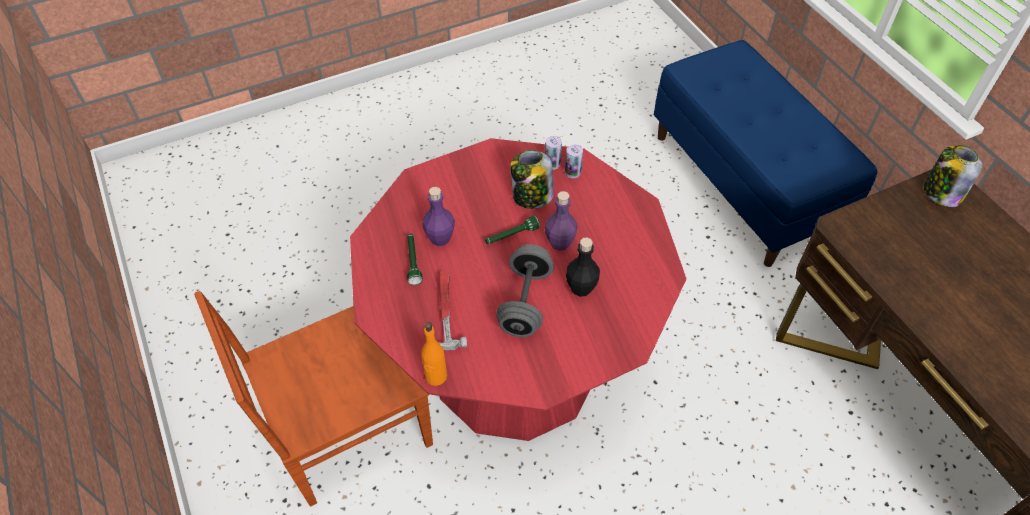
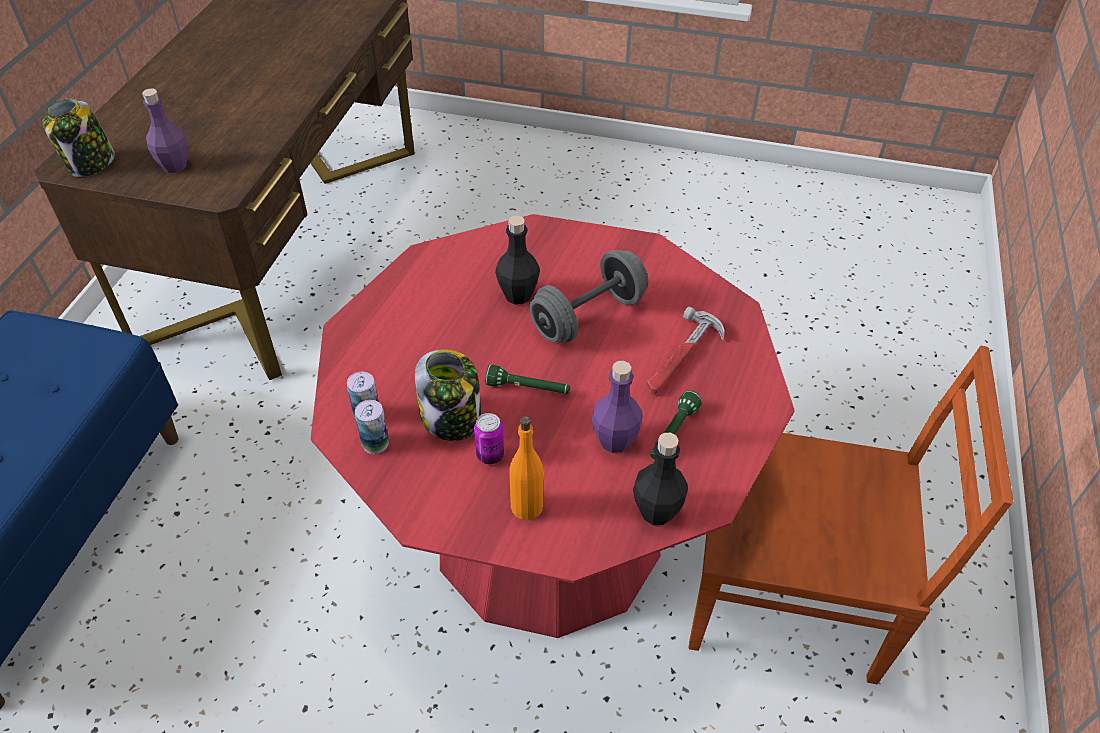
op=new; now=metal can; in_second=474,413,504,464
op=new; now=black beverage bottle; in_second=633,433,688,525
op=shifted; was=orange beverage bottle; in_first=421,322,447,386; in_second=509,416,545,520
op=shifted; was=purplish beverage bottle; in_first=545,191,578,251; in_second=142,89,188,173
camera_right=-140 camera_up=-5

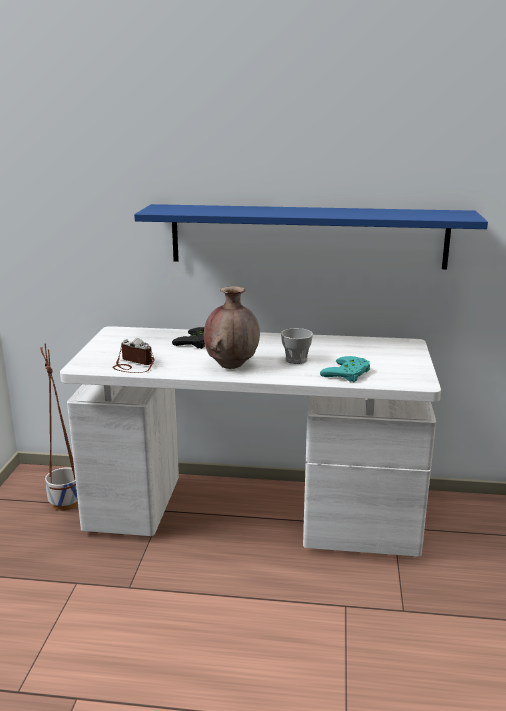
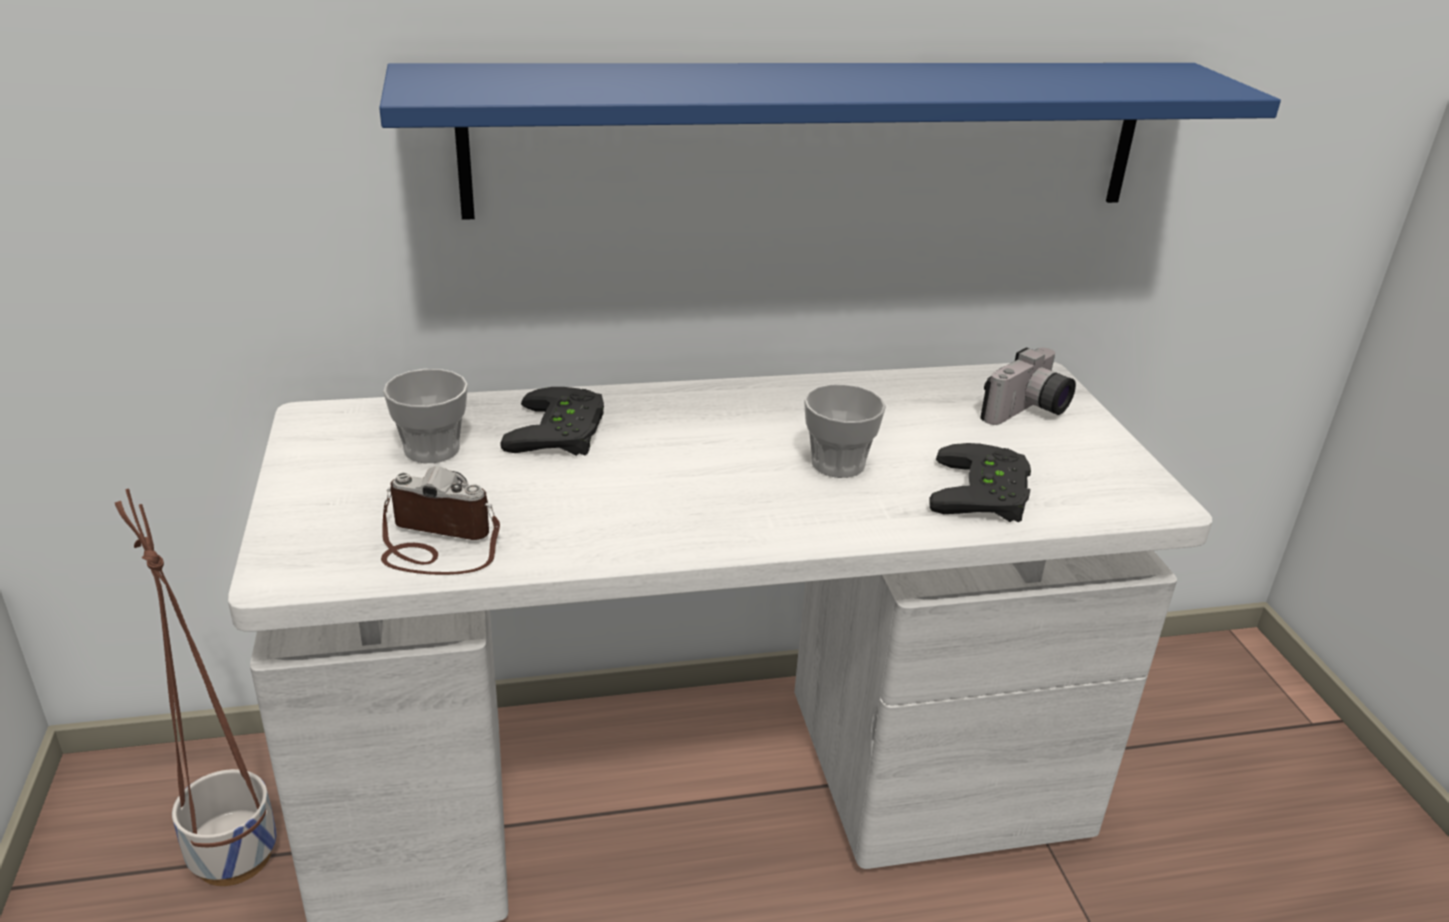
op=gone; was=brown-coloured vase; in_first=204,286,260,369
op=new; now=drinking cup; in_second=383,369,468,463
op=new; now=still camera; in_second=980,347,1076,425
op=repainted; was=blue-green gamepad; now=black gamepad; in_first=320,356,370,382; in_second=929,443,1031,522
camera_right=-20 camera_up=10

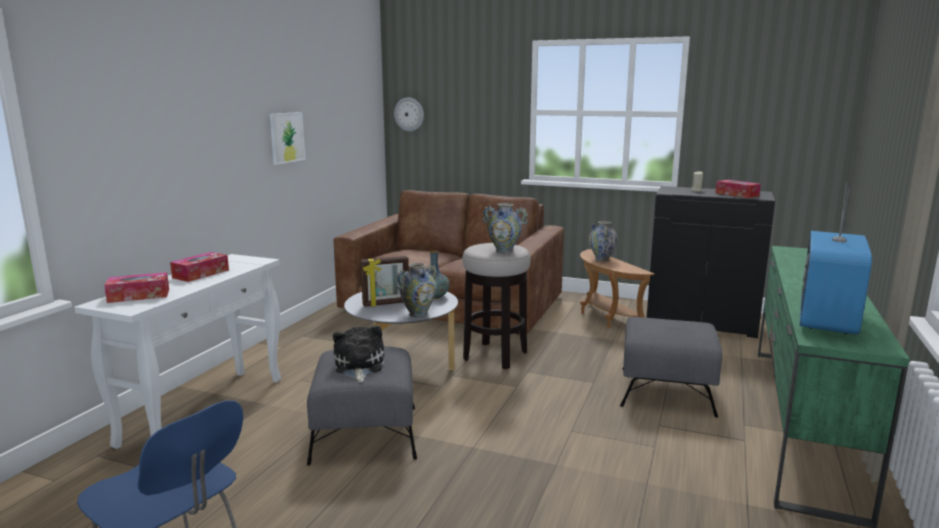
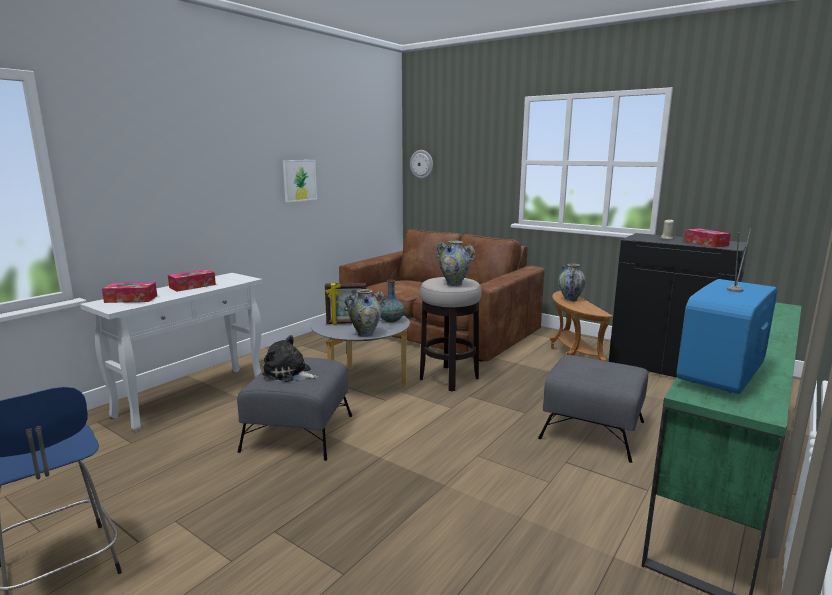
op=rotated; was=plush toy; in_first=333,325,384,382; in_second=262,335,318,382; clockwise=-75
camera_right=15 camera_up=0

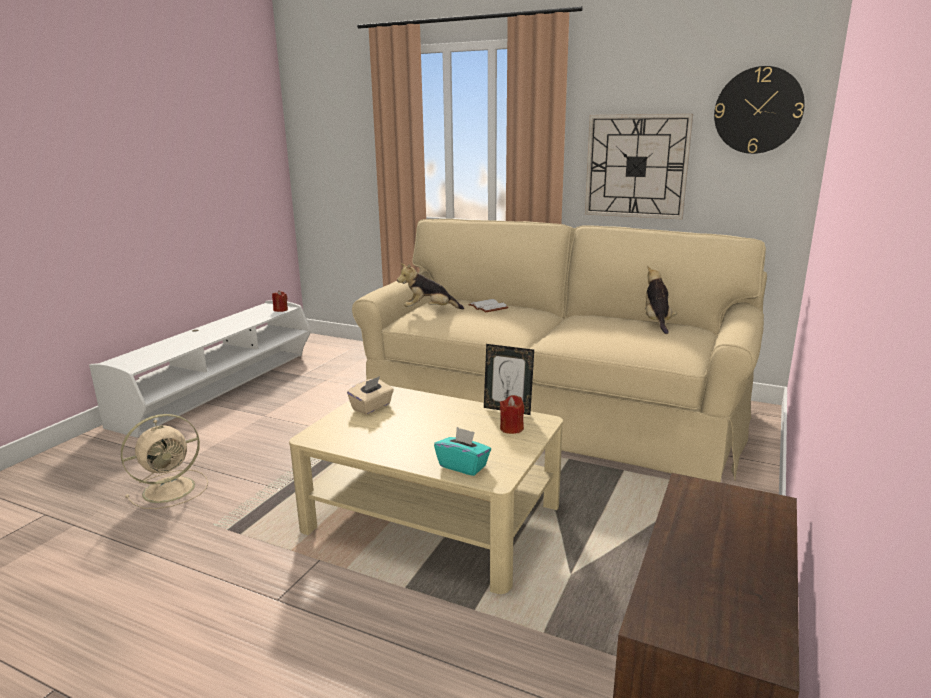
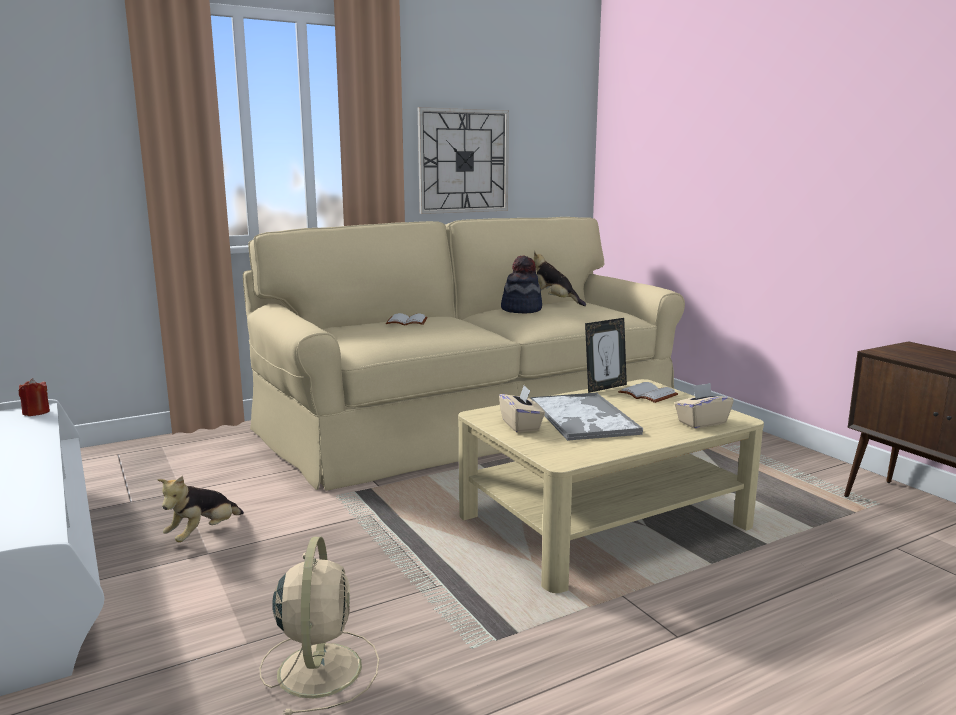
op=gone; was=wall clock; in_first=714,66,805,154
op=new; now=clothing hat; in_second=501,256,542,313
op=new; now=serving tray; in_second=531,392,643,441
op=shifted; was=plush toy; in_first=397,263,464,309; in_second=157,476,244,542
op=swapped; was=reddish wax candle; now=whitish volume; in_first=500,395,524,434; in_second=618,382,678,403
op=repainted; was=blue-green tissue holder; now=beige tissue holder; in_first=434,427,491,476; in_second=674,383,734,429
camera_right=-55 camera_up=-5

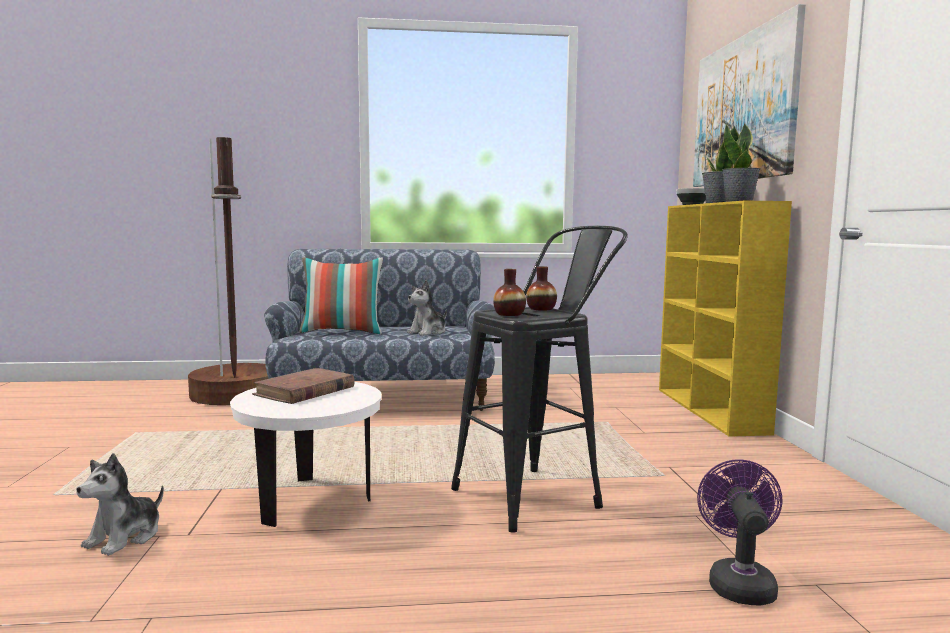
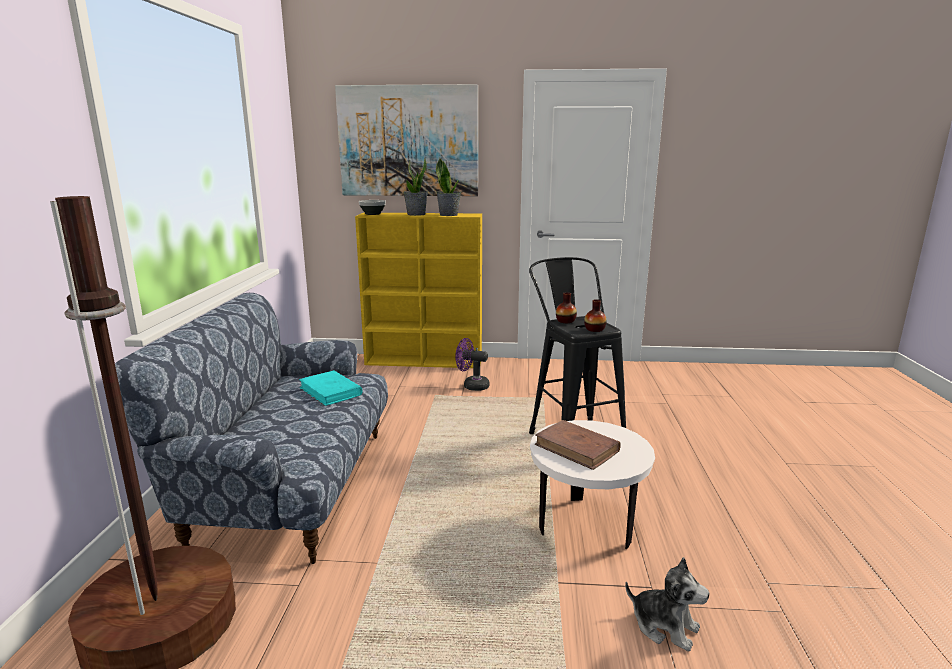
op=gone; was=pillow; in_first=300,257,383,334
op=shifted; was=purplish fan; in_first=697,459,782,606; in_second=455,338,489,391
op=swapped; was=plush toy; now=blue-green volume; in_first=407,280,447,336; in_second=299,370,363,406
camera_right=-80 camera_up=10

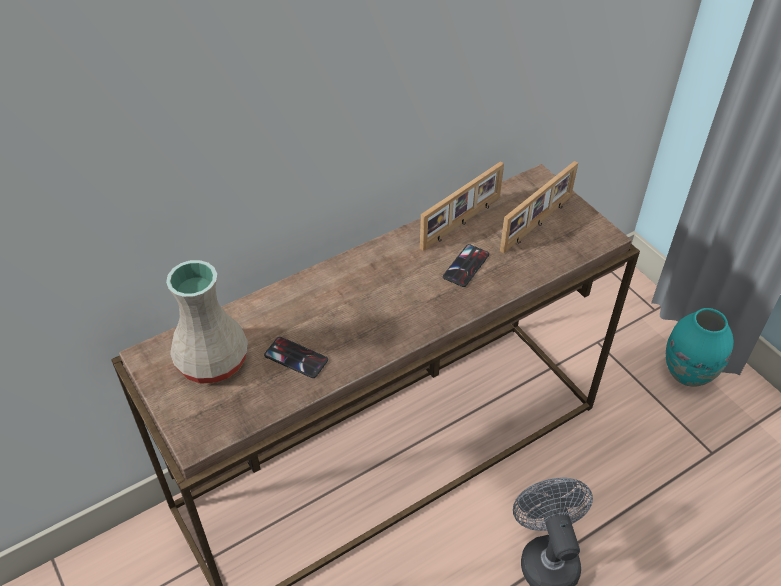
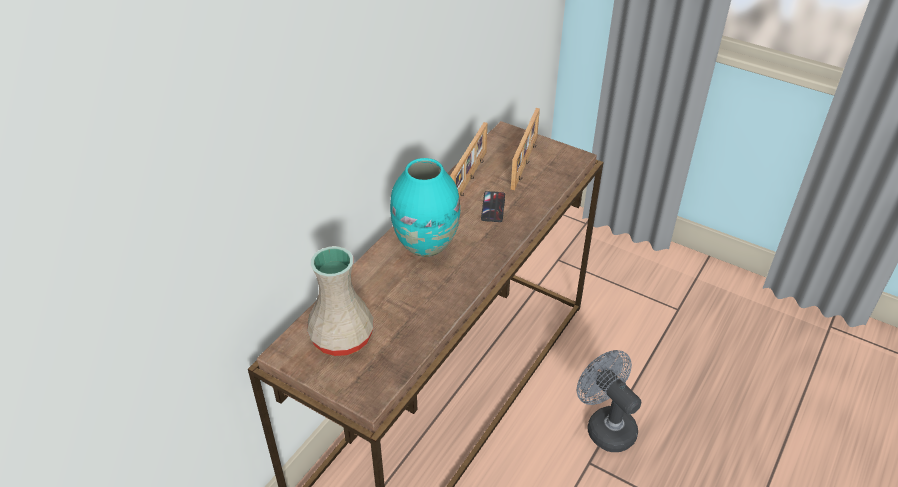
op=gone; was=phone; in_first=264,337,328,378
op=shifted; was=blue-green vase; in_first=666,308,734,387; in_second=390,158,460,257
camera_right=-25 camera_up=-5

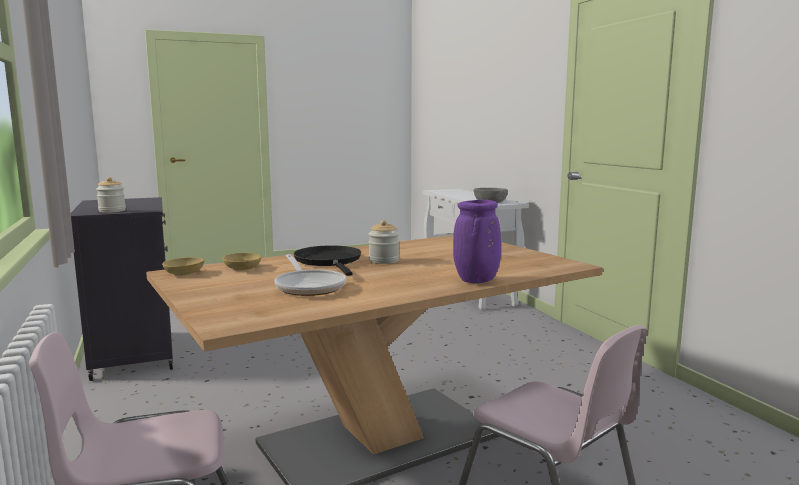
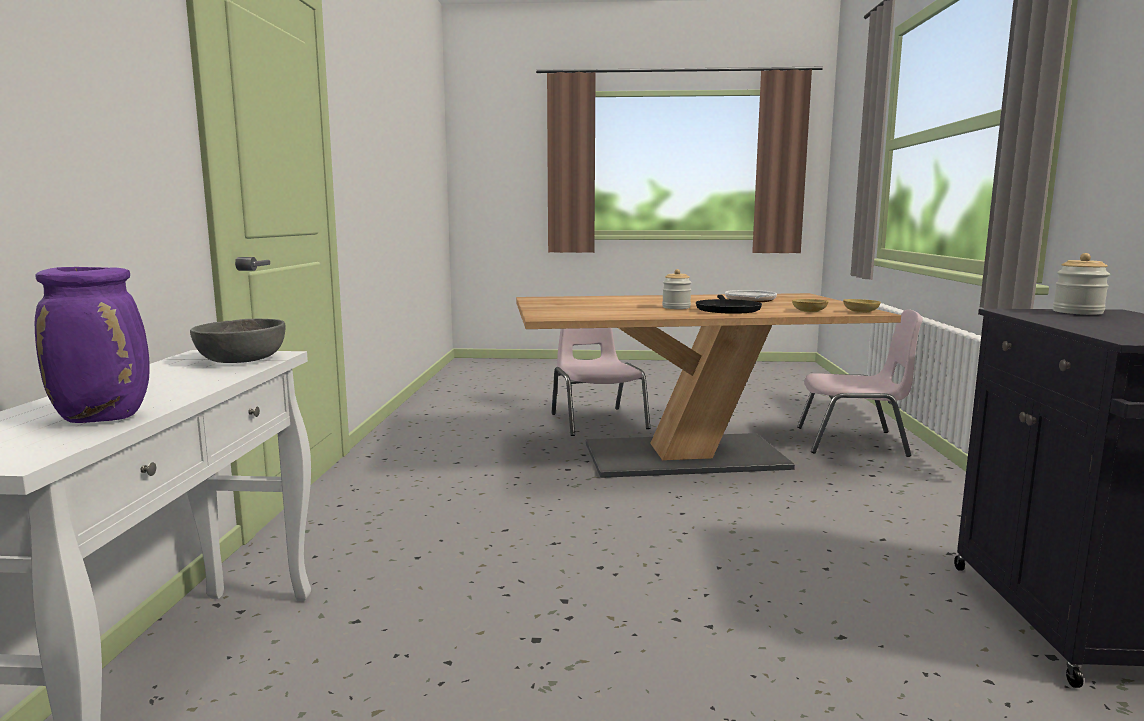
op=shifted; was=purplish vase; in_first=453,199,501,283; in_second=35,267,150,423
camera_right=-155 camera_up=0

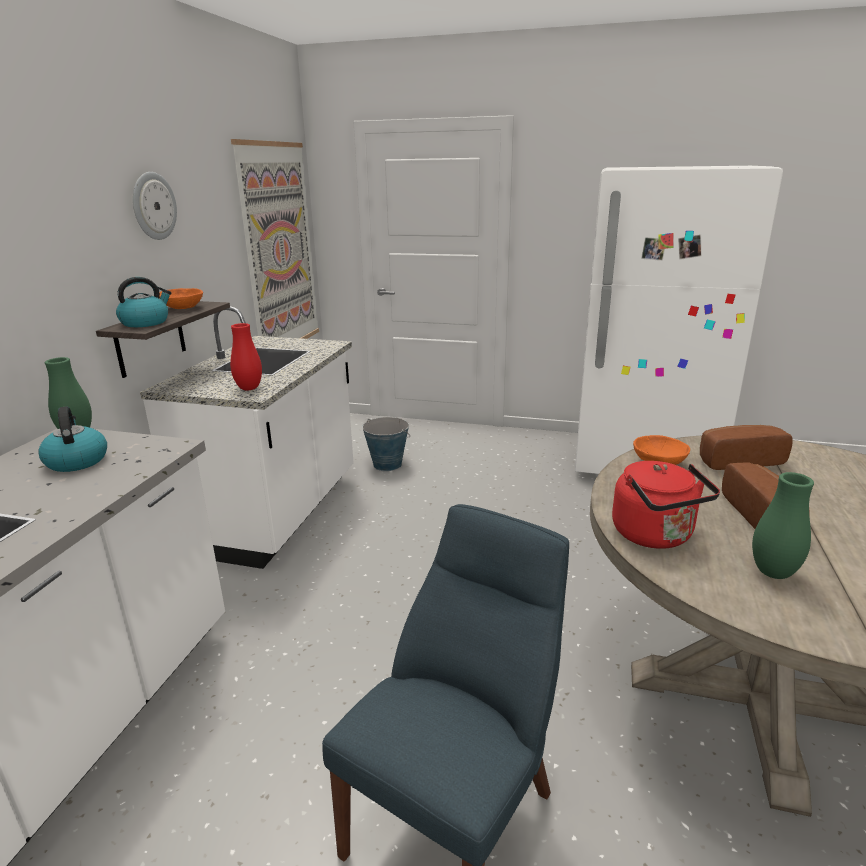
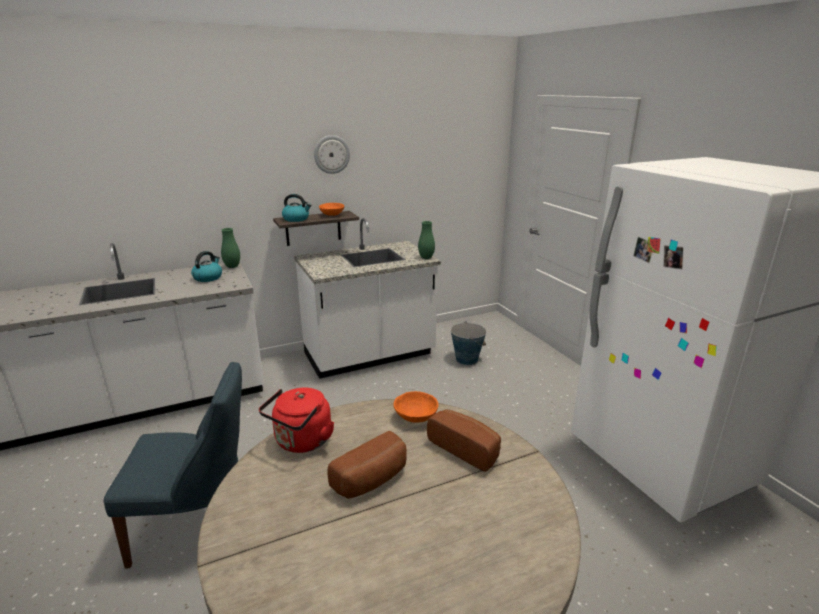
op=gone; was=reddish vase; in_first=230,323,262,391
op=gone; was=picture; in_first=231,139,319,339
op=shifted; was=greenish vase; in_first=752,472,814,579; in_second=418,221,435,259
camera_right=50 camera_up=0

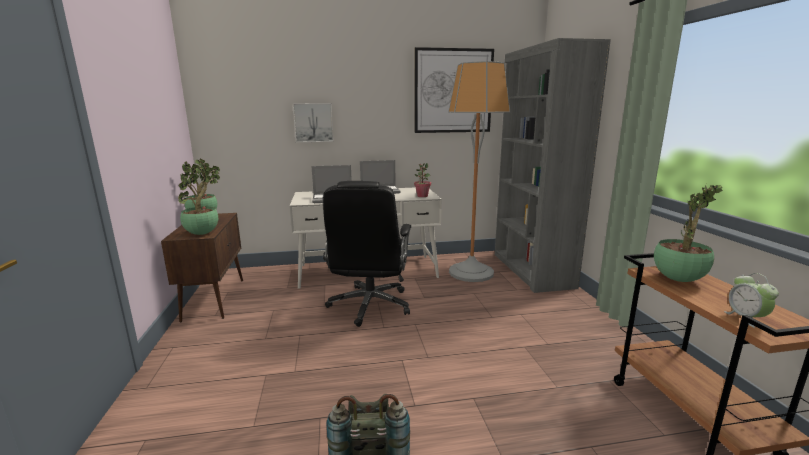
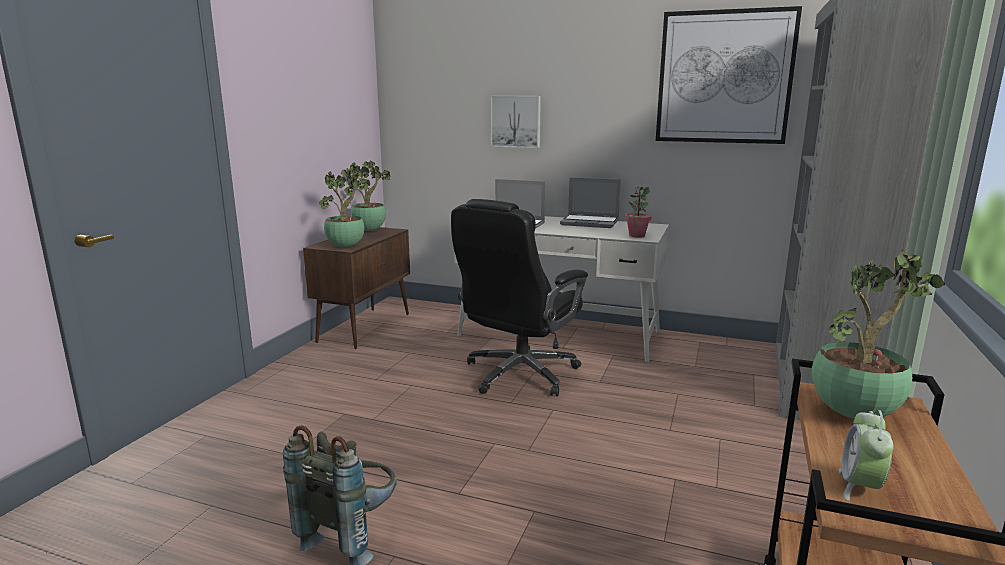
op=gone; was=standing lamp; in_first=449,61,510,282
camera_right=30 camera_up=0

